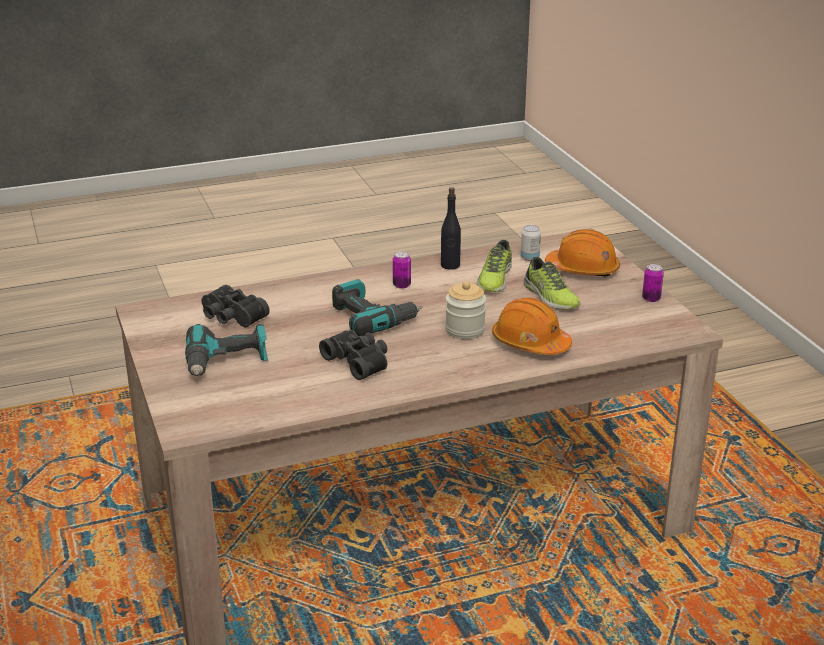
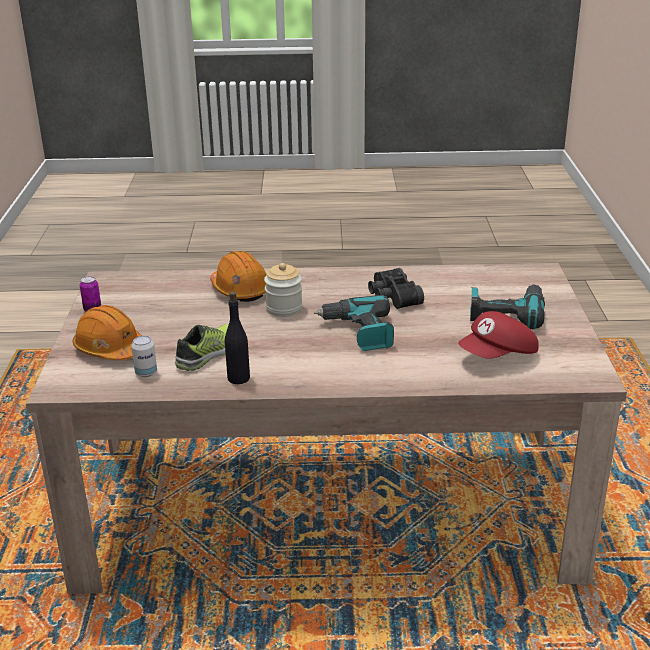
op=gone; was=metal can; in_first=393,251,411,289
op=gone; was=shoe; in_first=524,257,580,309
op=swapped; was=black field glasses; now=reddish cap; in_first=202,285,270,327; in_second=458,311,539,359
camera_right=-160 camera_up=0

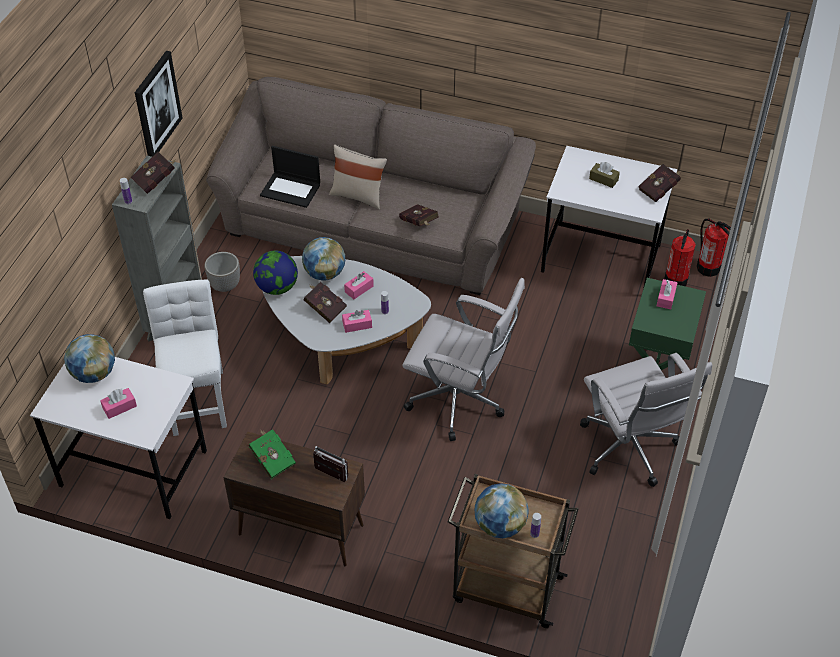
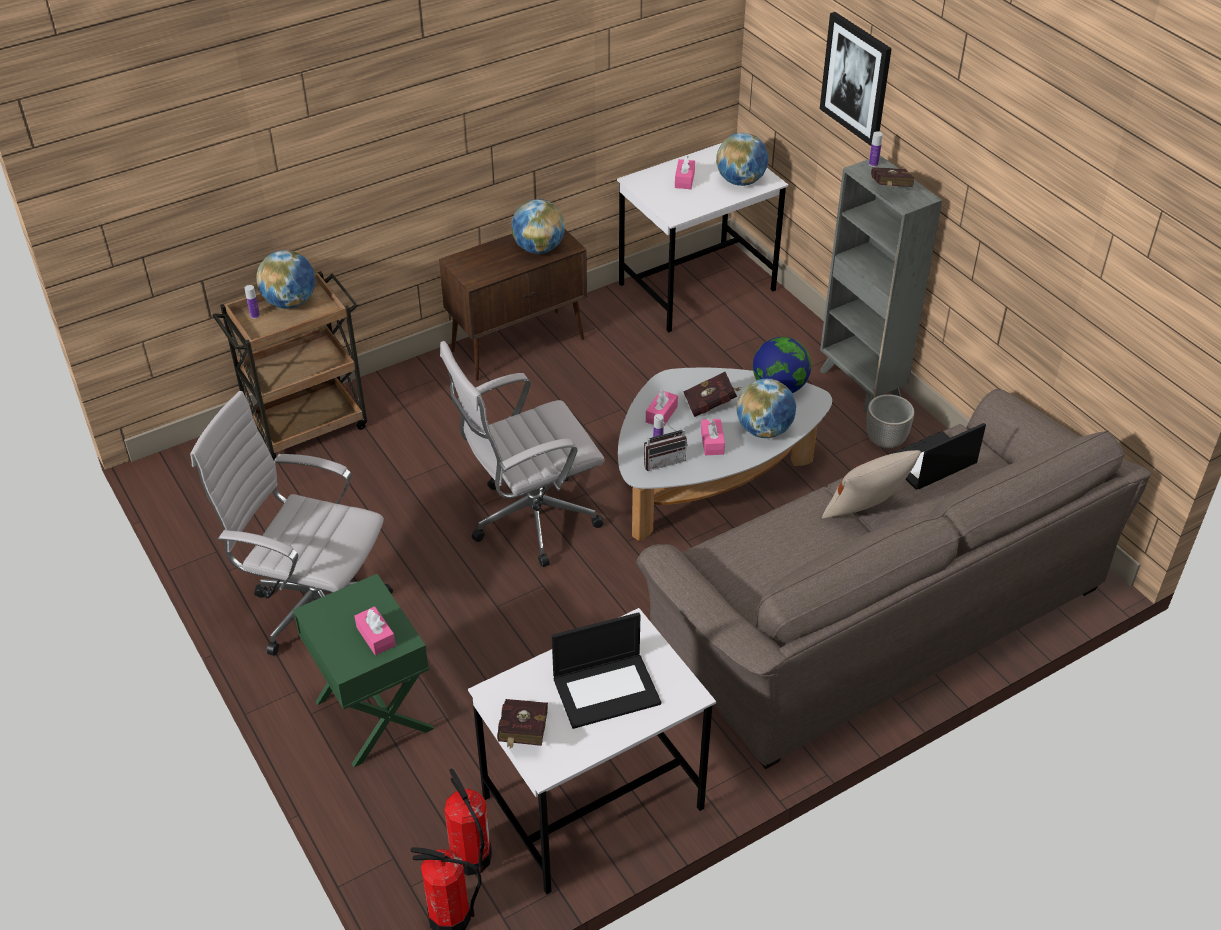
op=gone; was=whitish chair; in_first=143,279,227,436
op=gone; was=reddish volume; in_first=399,204,438,226
op=shifted; was=picture; in_first=135,51,183,157; in_second=820,12,892,146
op=shifted; was=radio receiver; in_first=313,446,348,482; in_second=644,417,688,471
op=swapped; was=greenish volume; now=globe; in_first=249,429,296,479; in_second=511,199,565,254
op=swapped; was=brown-coloured tissue holder; now=laptop; in_first=589,162,620,188; in_second=552,612,661,729
camera_right=130 camera_up=-5

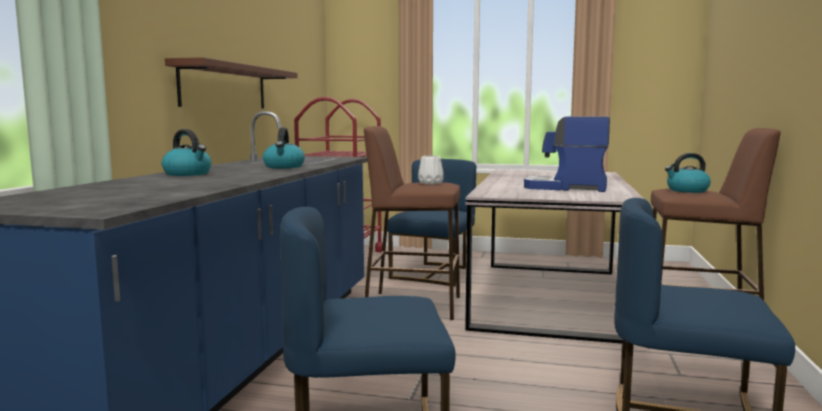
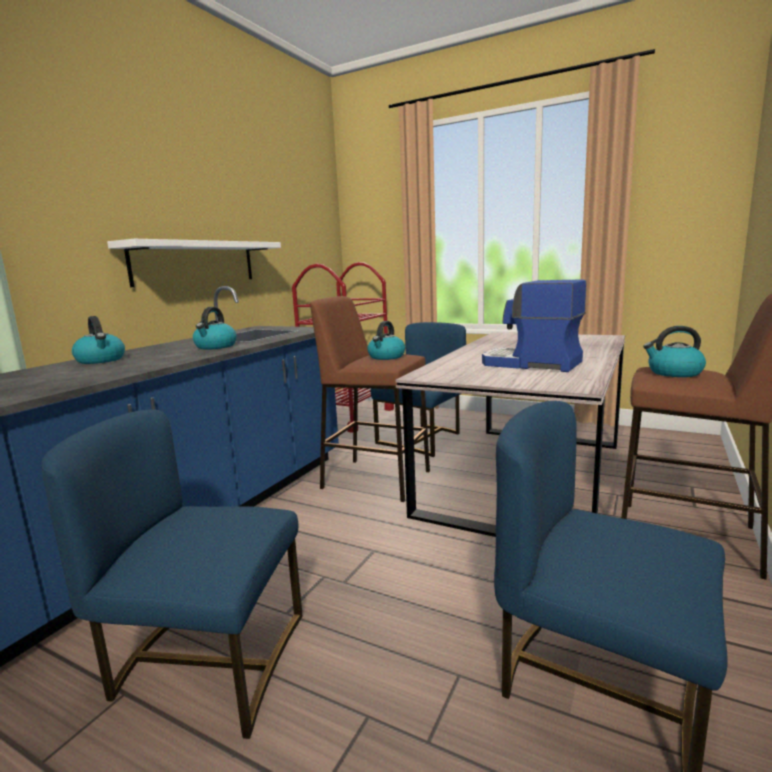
op=swapped; was=whitish vase; now=kettle; in_first=418,156,444,185; in_second=367,321,405,360
op=repainted; was=brown-coloured wall shelf; now=whitish wall shelf; in_first=165,57,298,108; in_second=107,239,281,287
camera_right=15 camera_up=5

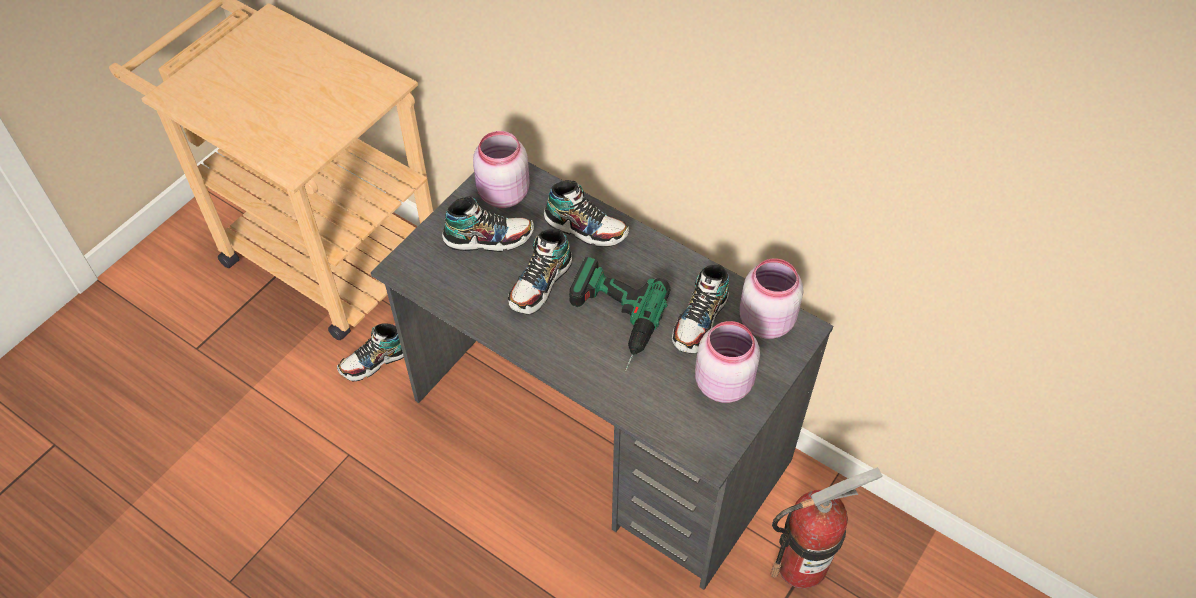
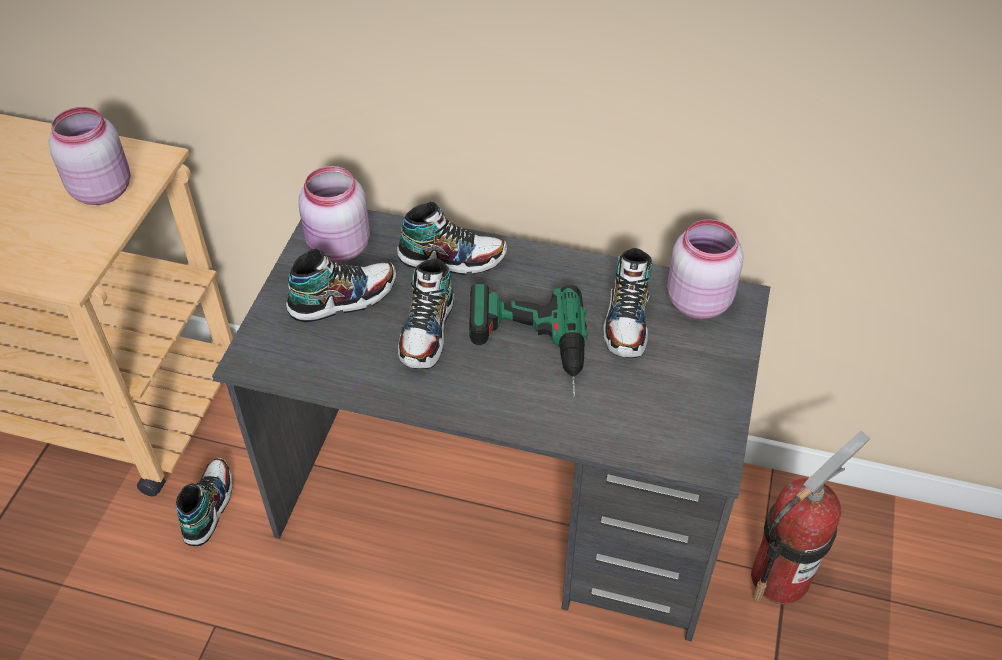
op=shifted; was=pink jar; in_first=695,321,760,403; in_second=49,107,130,205
op=rotated; was=shoe; in_first=337,323,404,381; in_second=176,458,232,546; clockwise=150
camera_right=-20 camera_up=-5

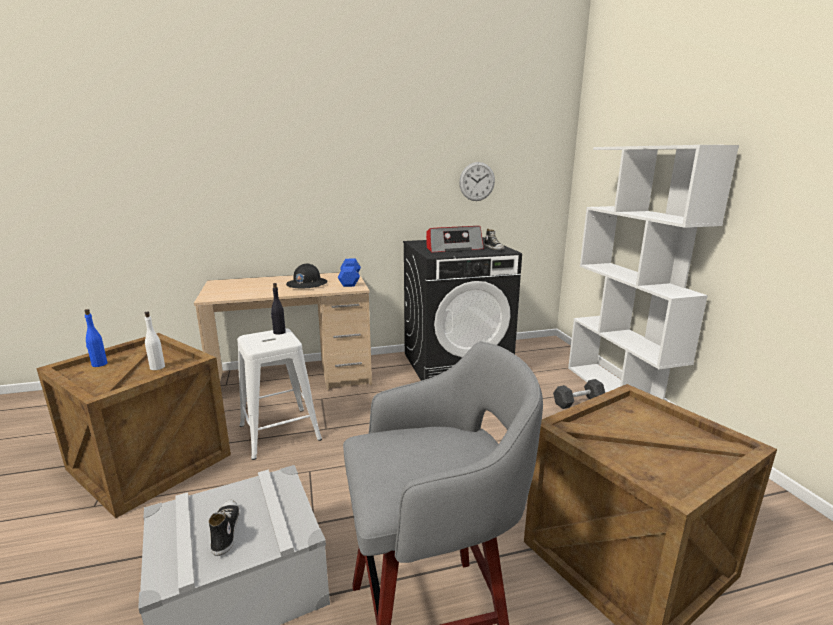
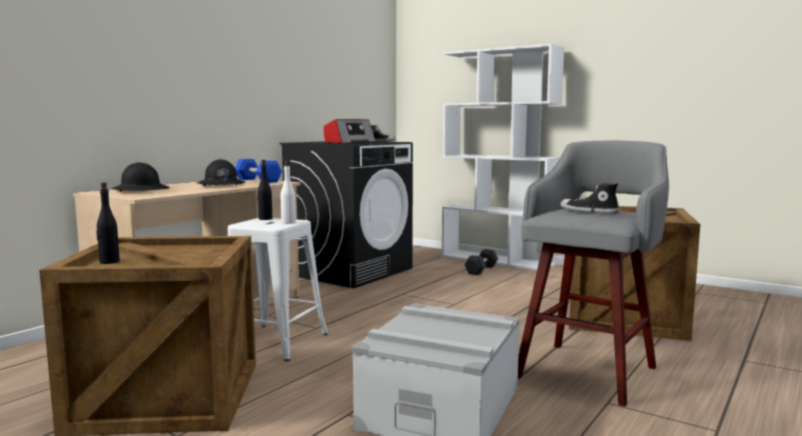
op=gone; was=wall clock; in_first=459,162,495,201
op=new; now=black hard hat; in_second=112,162,169,192
op=shifted; was=whitish beverage bottle; in_first=145,312,165,370; in_second=281,161,296,224
op=shifted; was=shoe; in_first=209,500,239,556; in_second=560,183,620,214
op=repainted; was=bluish beverage bottle; now=black beverage bottle; in_first=84,309,107,367; in_second=96,182,120,264
camera_right=-40 camera_up=-10

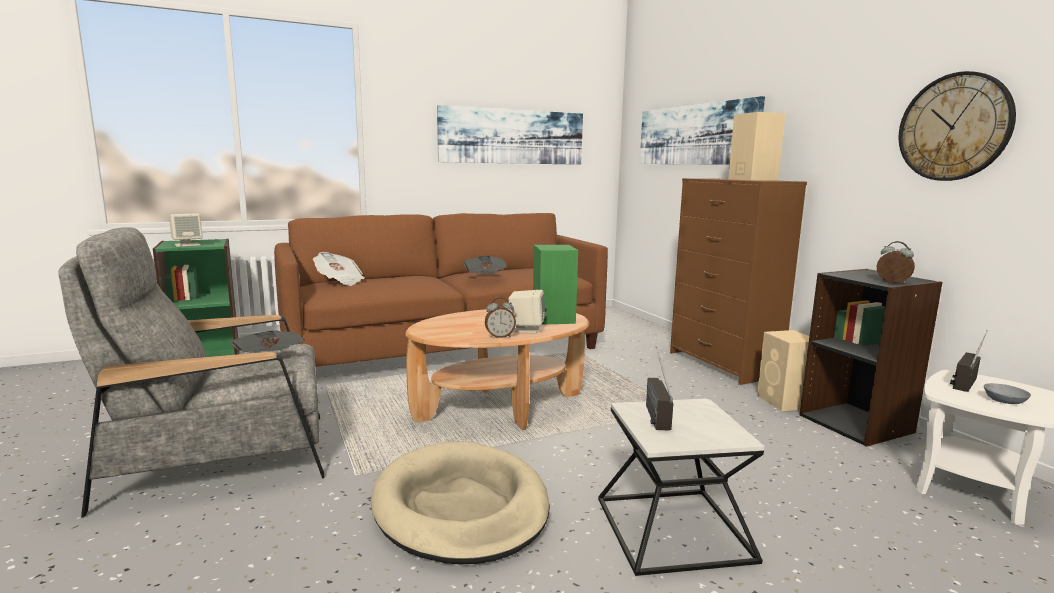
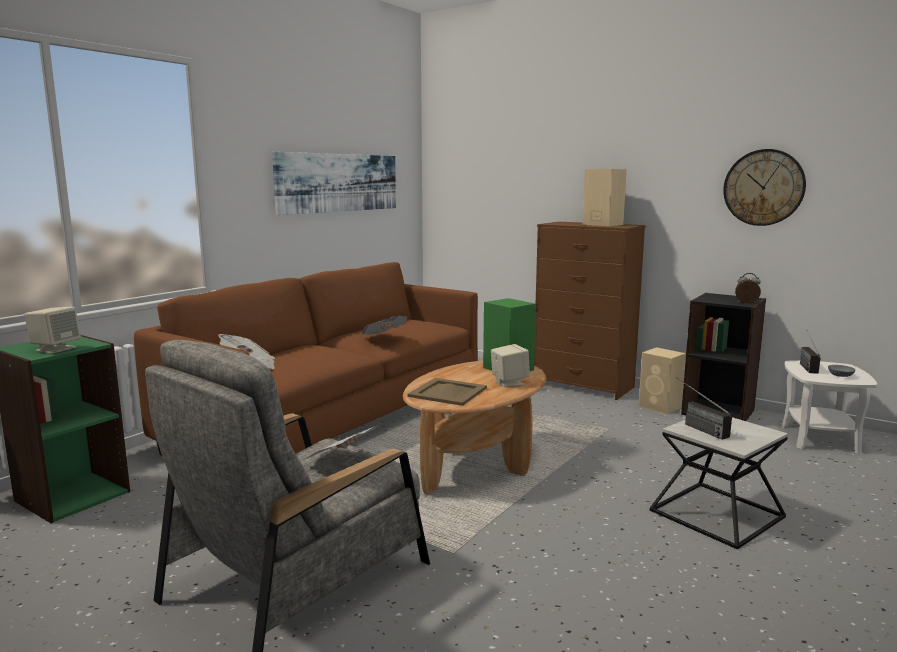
op=gone; was=beige dog bed; in_first=371,441,550,564
op=gone; was=table clock; in_first=485,297,516,338
op=gone; was=picture; in_first=640,96,765,165
op=new; now=beige serving tray; in_second=408,378,487,406
camera_right=-30 camera_up=0

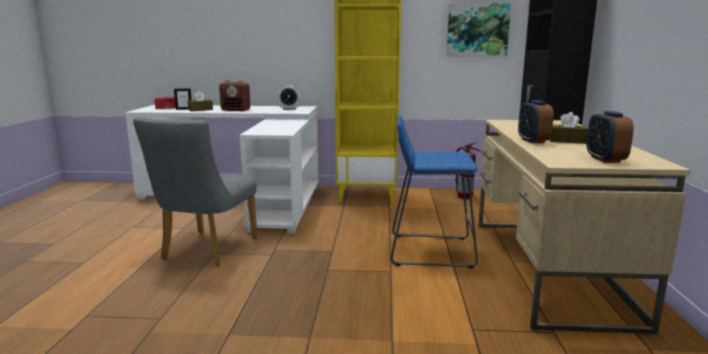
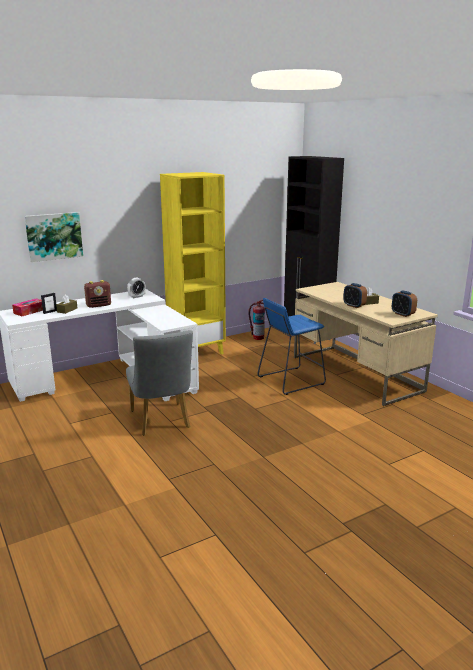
op=shifted; was=picture; in_first=447,3,511,56; in_second=24,212,83,262
camera_right=-35 camera_up=5

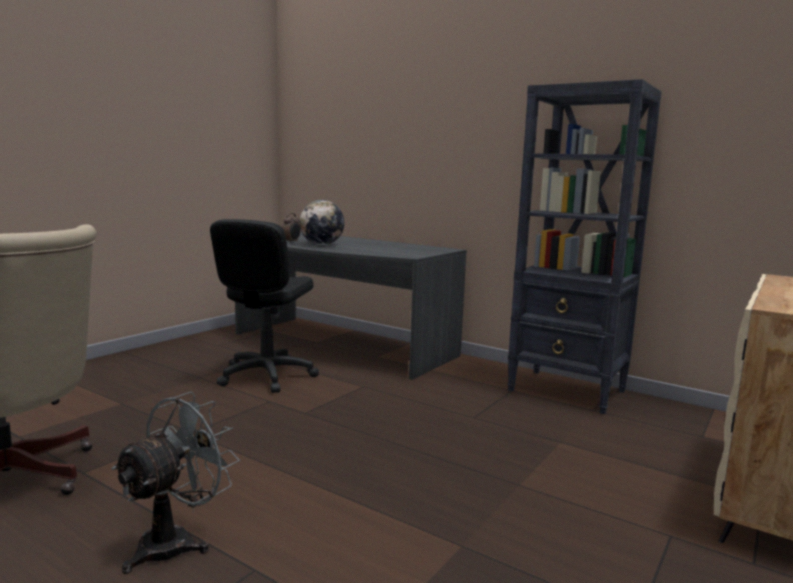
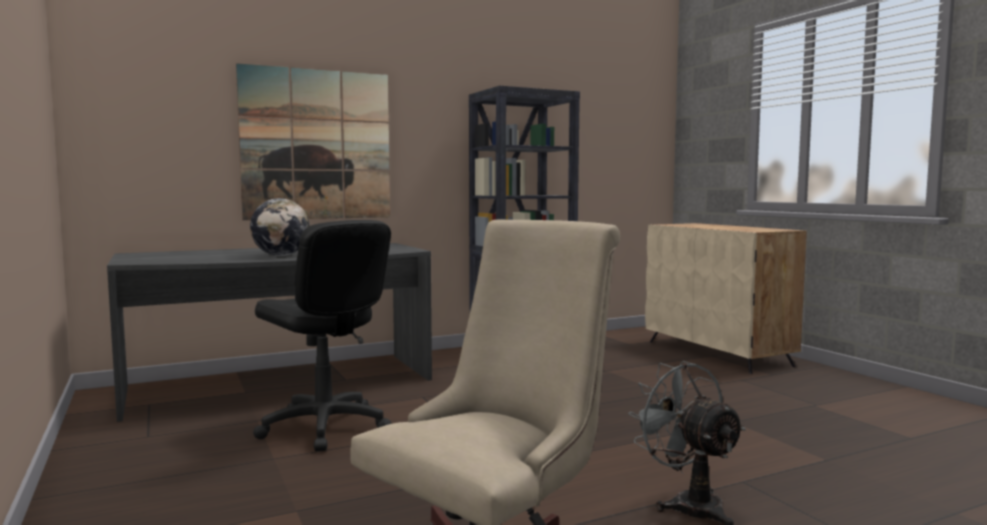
op=gone; was=table clock; in_first=282,213,301,243
op=new; now=picture; in_second=236,63,390,220
camera_right=-60 camera_up=-5

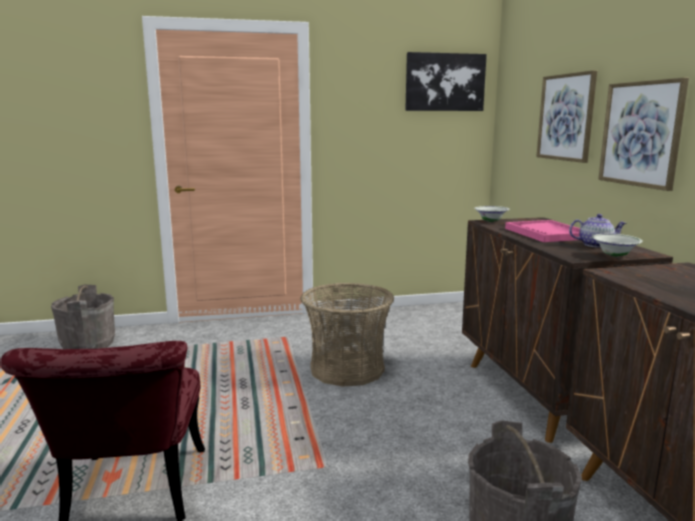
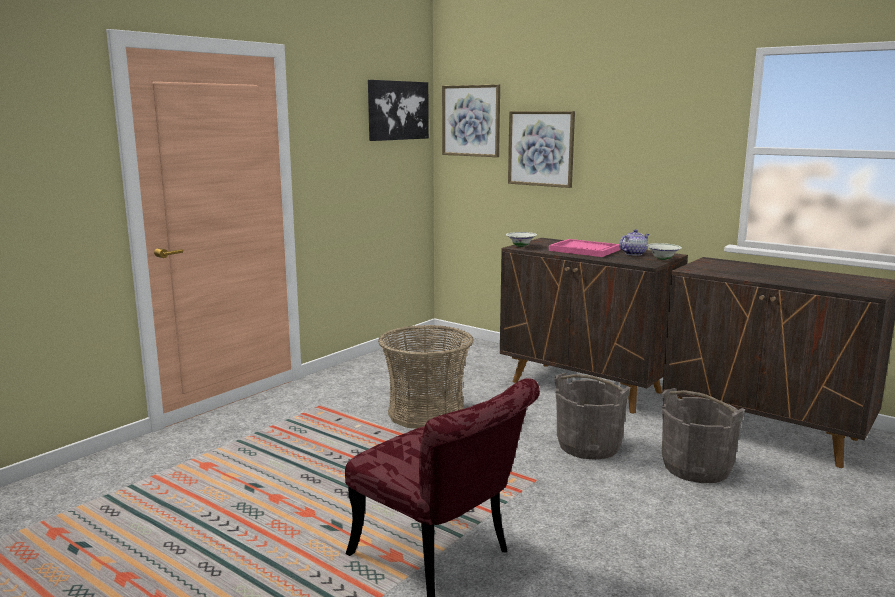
op=shifted; was=grey pail; in_first=51,285,115,349; in_second=554,373,631,460
op=shifted; was=picture; in_first=598,78,689,191; in_second=442,84,500,157
camera_right=-40 camera_up=0

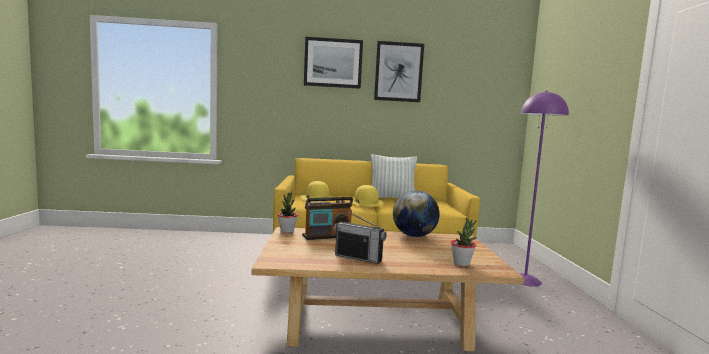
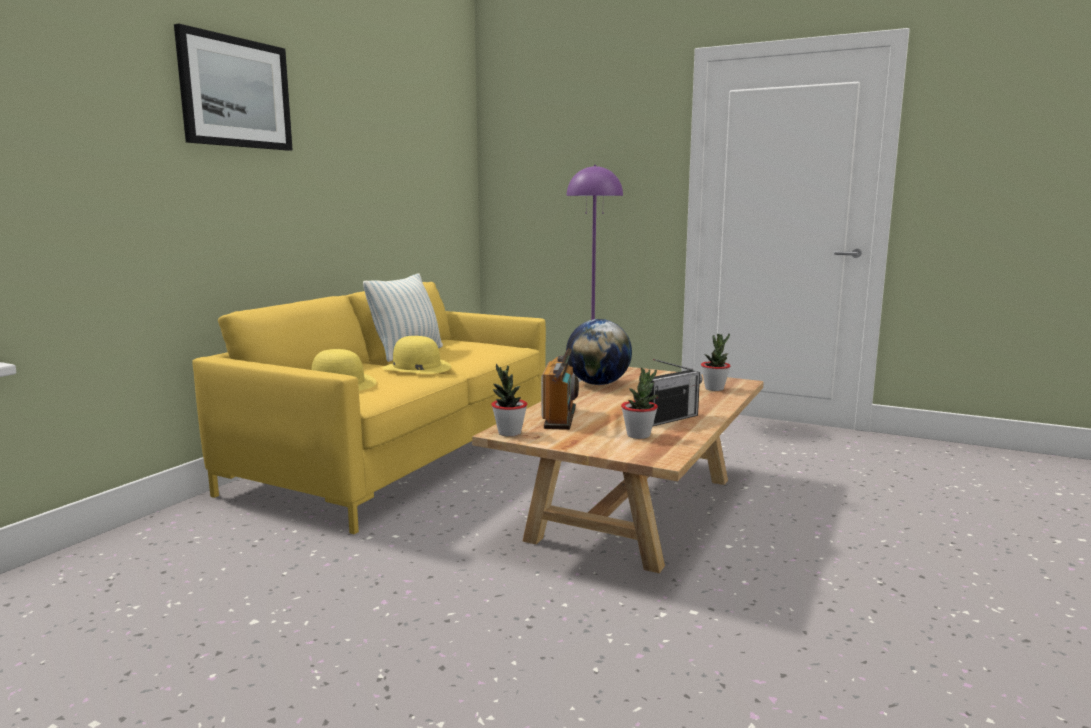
op=gone; was=picture; in_first=374,41,424,102
op=new; now=potted plant; in_second=621,368,658,439
camera_right=-60 camera_up=5

